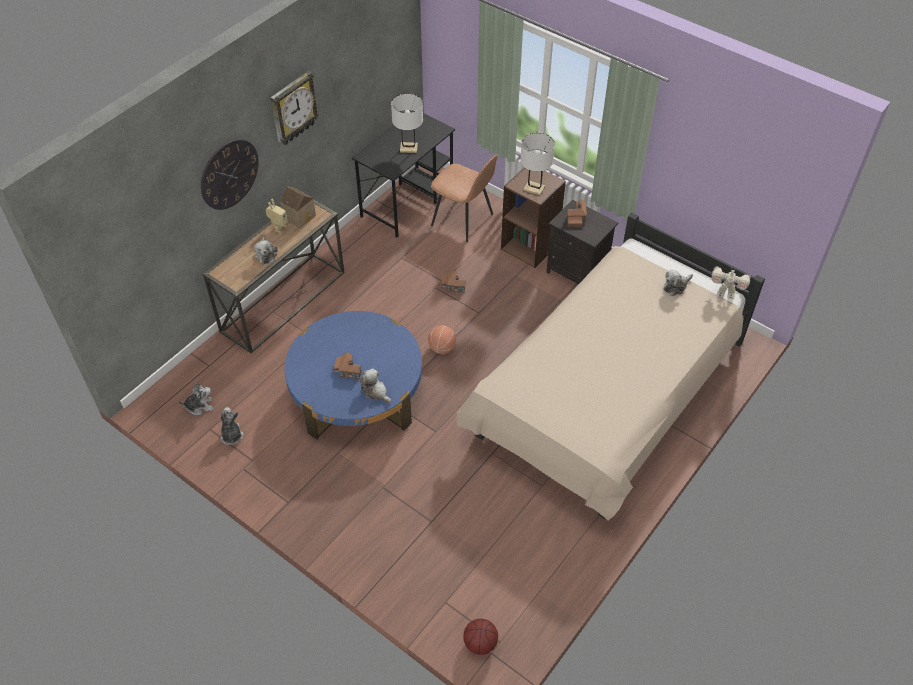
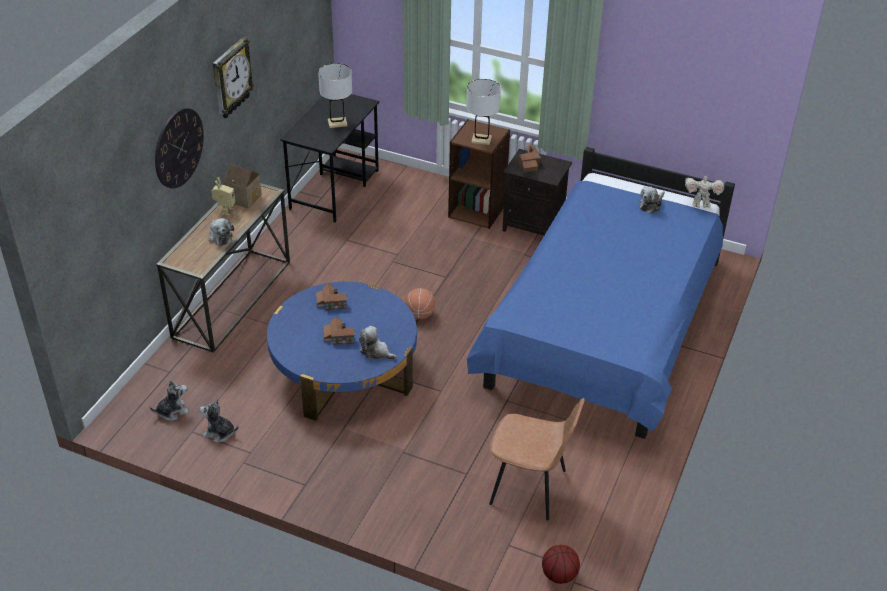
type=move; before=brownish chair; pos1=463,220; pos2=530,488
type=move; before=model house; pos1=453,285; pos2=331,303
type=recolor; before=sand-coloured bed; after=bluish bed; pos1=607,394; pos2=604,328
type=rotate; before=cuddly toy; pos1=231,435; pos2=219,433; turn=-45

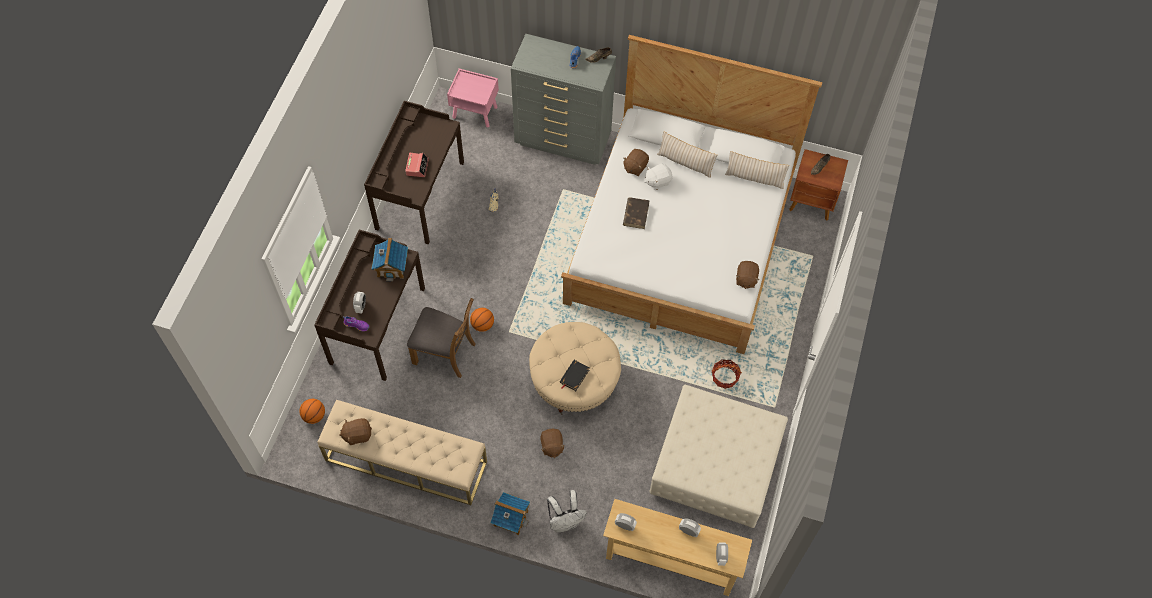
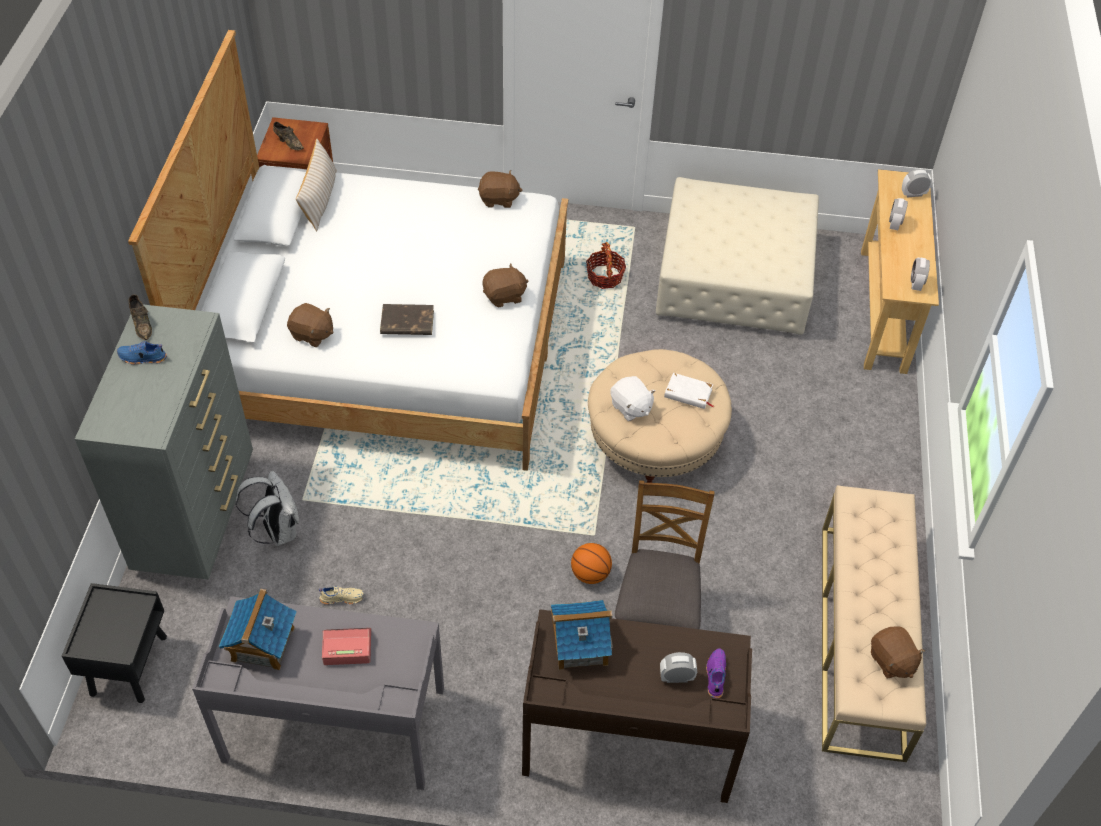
type=delete; before=basketball; pos1=314,416
type=delete; before=sand-coloured throw pillow; pos1=685,162
type=move; before=model house; pos1=511,517; pos2=262,644
type=move; before=brownish cuddly toy; pos1=551,446; pos2=504,296
type=move; before=white-coloured backpack; pos1=565,521; pos2=277,531
type=move; before=white-coloured cuddly toy; pos1=657,181; pos2=630,407
type=recolor; before=brownish desk unit; after=grey desk unit; pos1=419,195; pos2=334,726
type=recolor; before=pink-coloured bedside table; after=black-coloured bedside table; pos1=475,112; pos2=129,664
type=recolor; before=black-coloured volume; after=white-coloured volume; pos1=574,376; pos2=688,393

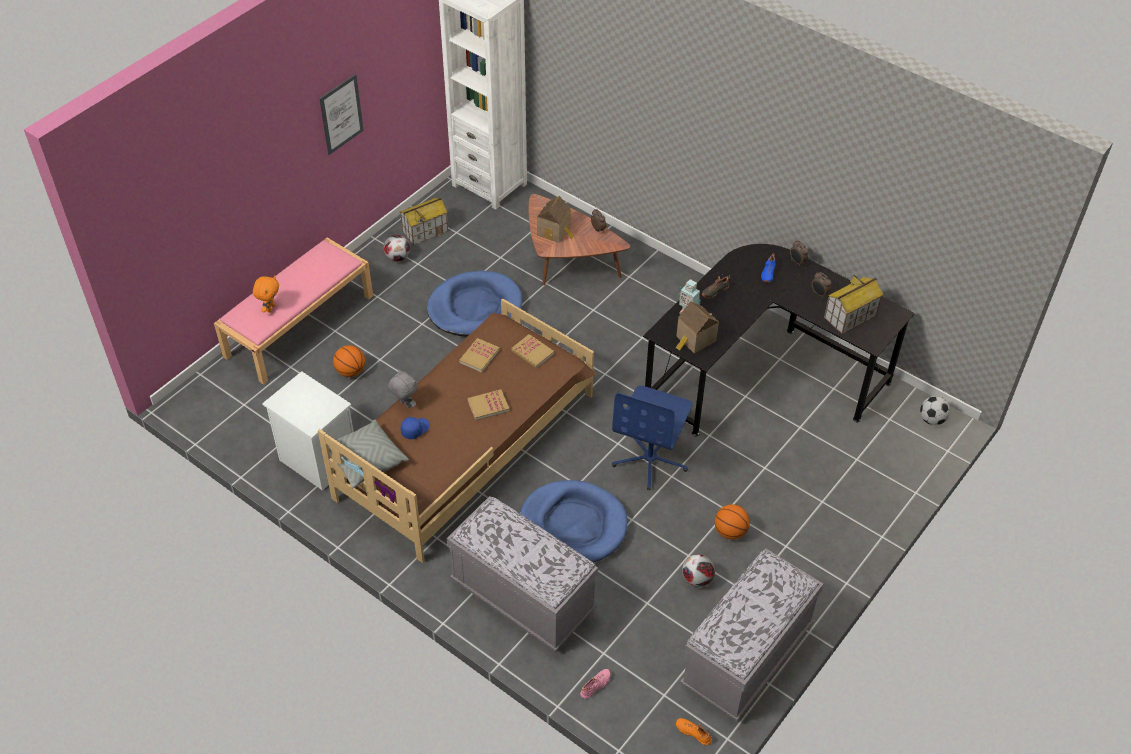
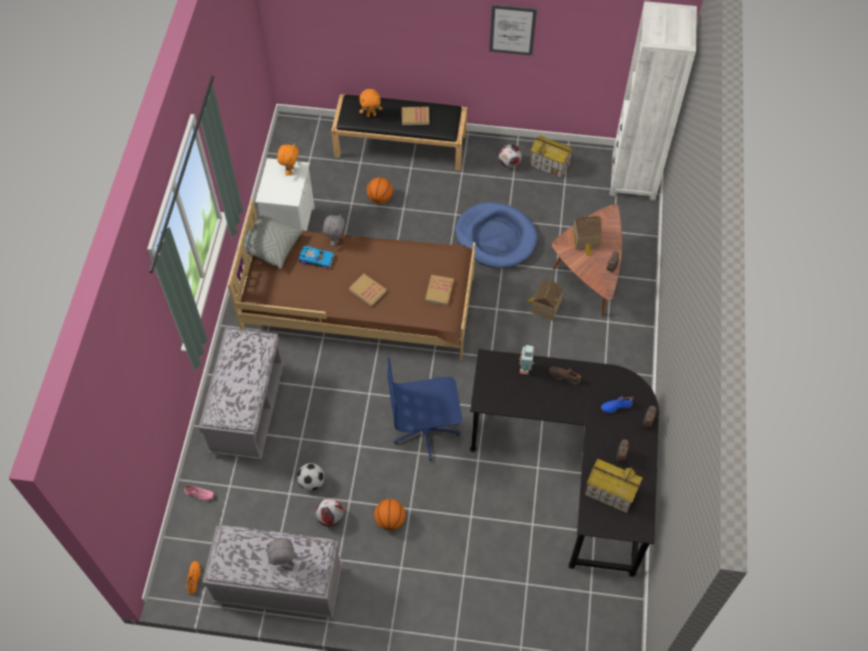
type=delete; before=bluish dog bed; pos1=573,525
type=insert; after=grey cuddly toy; pos2=283,562
type=insert; after=orange cuddly toy; pos2=290,170
type=move; before=volume; pos1=479,356; pos2=415,117
type=move; before=model house; pos1=694,340; pos2=544,307
type=move; before=football ball; pos1=932,420; pos2=311,482
type=replace; before=bluish cap; after=model car; pos1=415,429; pos2=317,258
type=recolor; before=pink-coloured bench; after=black-coloured bench; pos1=299,325; pos2=401,145

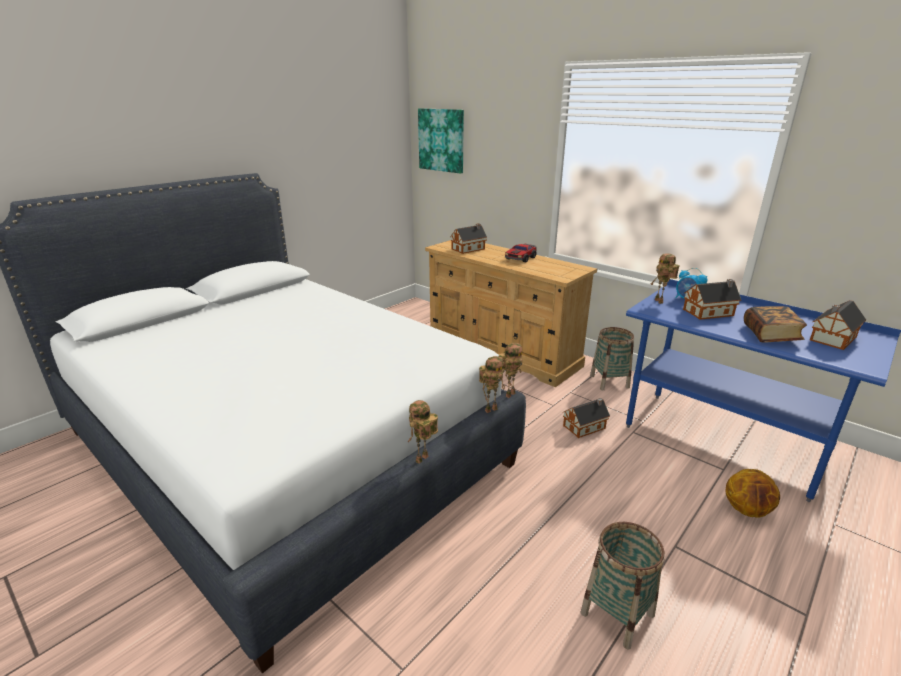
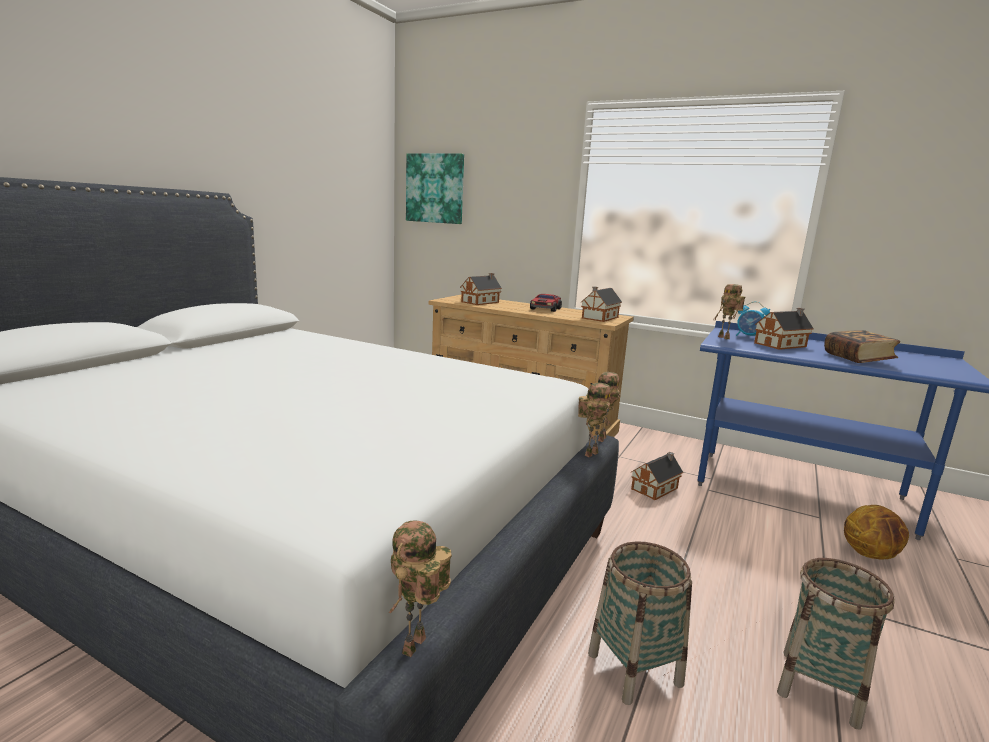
type=move; before=toy robot; pos1=422,460; pos2=416,648
type=move; before=household basket; pos1=609,381; pos2=634,669
type=move; before=model house; pos1=831,339; pos2=599,318

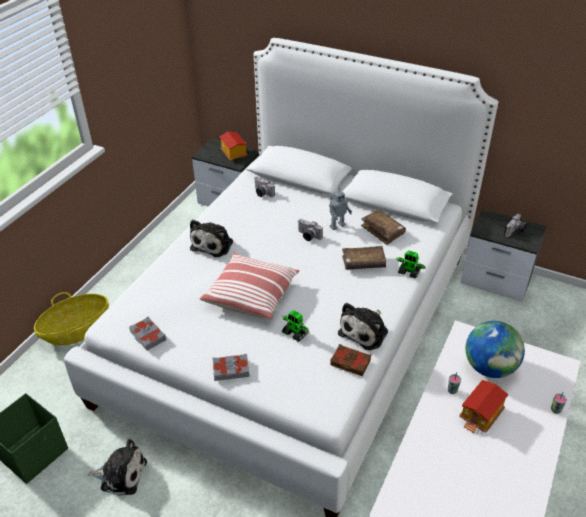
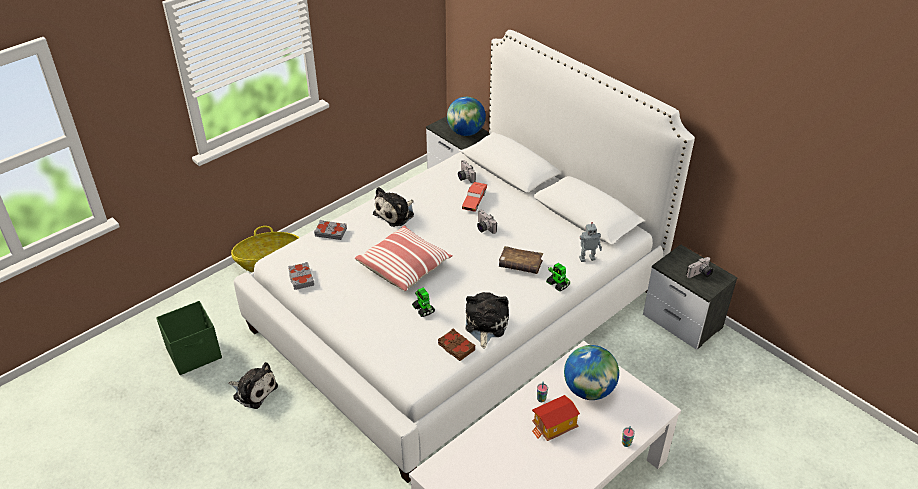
type=delete; before=brownish volume; pos1=382,230
type=insert; after=red-coloured model car; pos2=474,201
type=move; before=grey volume; pos1=231,369; pos2=331,232
type=move; before=toy robot; pos1=337,225; pos2=587,258
type=replace; before=model house; after=desk globe; pos1=233,154; pos2=466,132
type=rotate; before=cuddly toy; pos1=365,331; pos2=485,325; turn=135

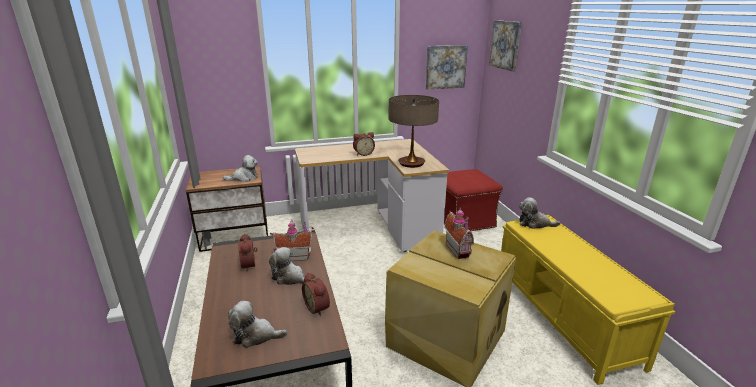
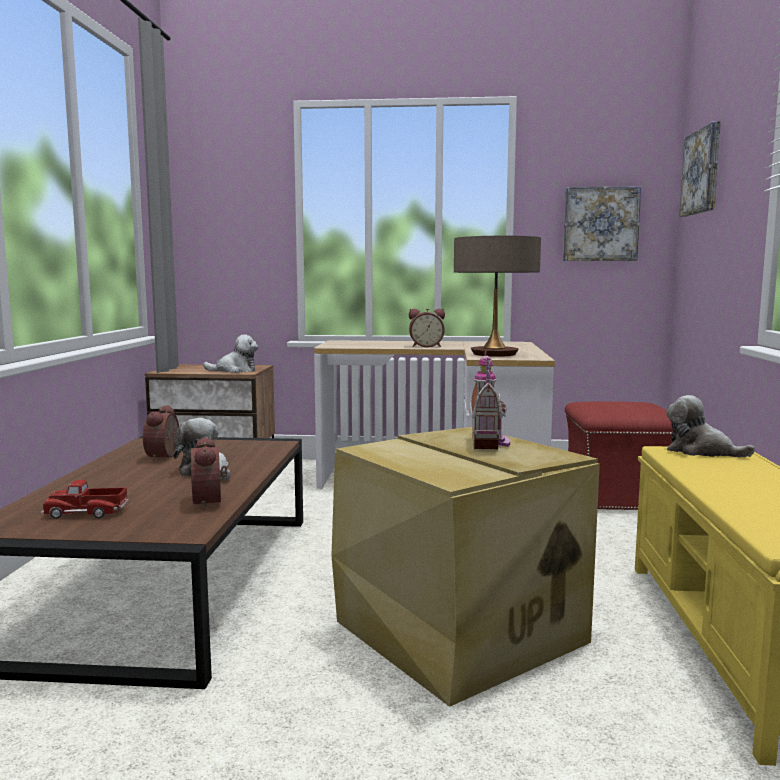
type=delete; before=model house; pos1=295,256
type=replace; before=cuddly toy; after=toy truck; pos1=255,335; pos2=86,513

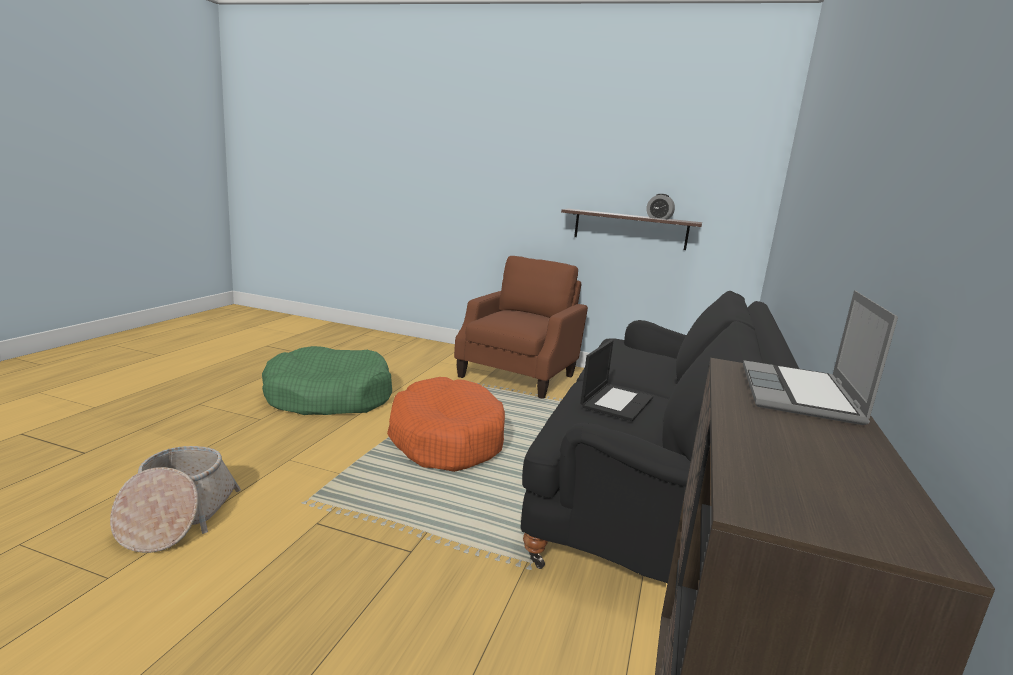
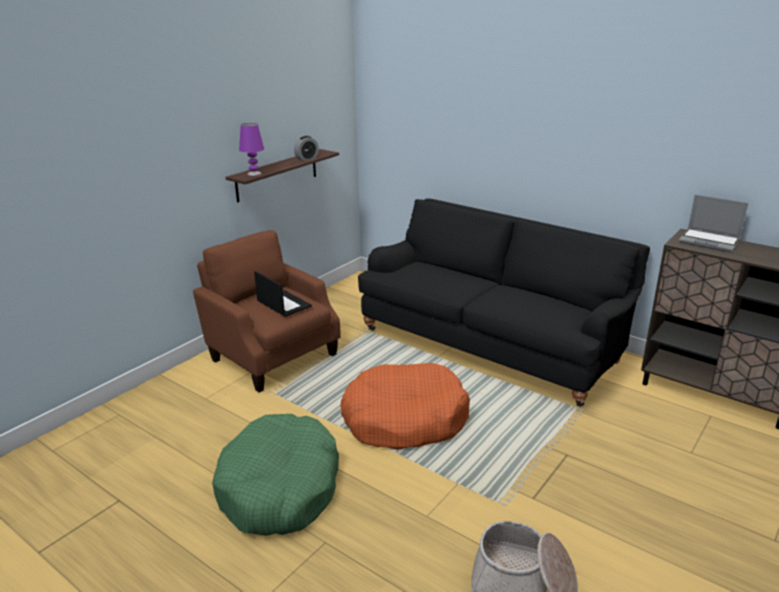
type=insert; after=purple-coloured table lamp; pos2=254,174
type=move; before=laptop; pos1=616,402; pos2=283,304

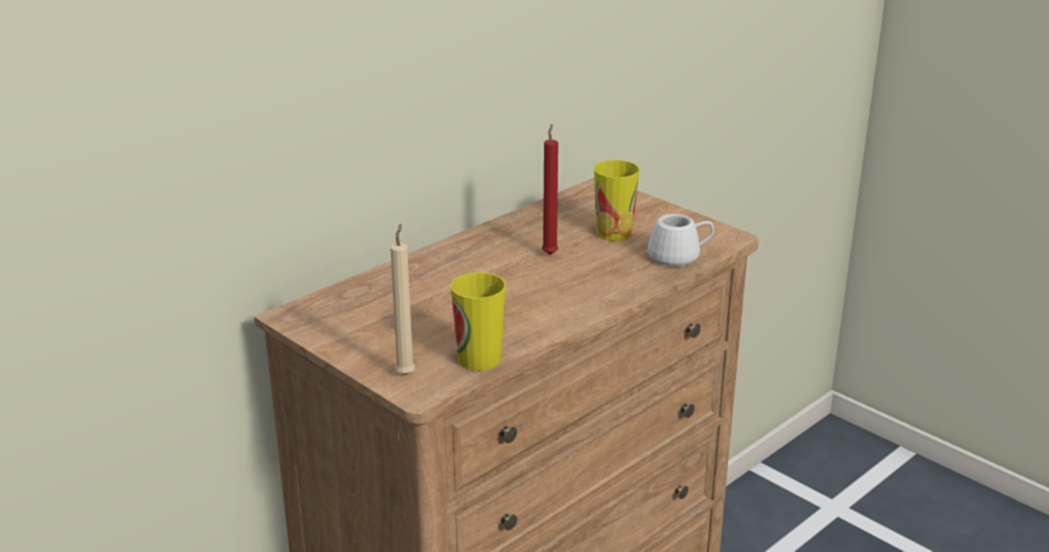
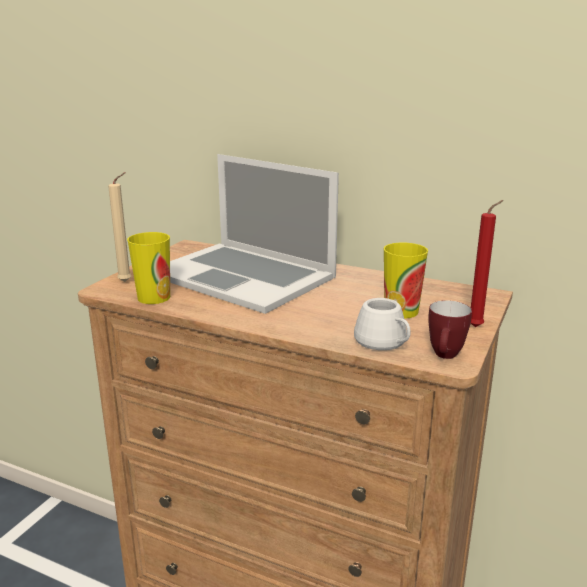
type=insert; after=laptop; pos2=243,276
type=insert; after=tea mug; pos2=445,357
type=move; before=red-coloured wax candle; pos1=550,253; pos2=477,327

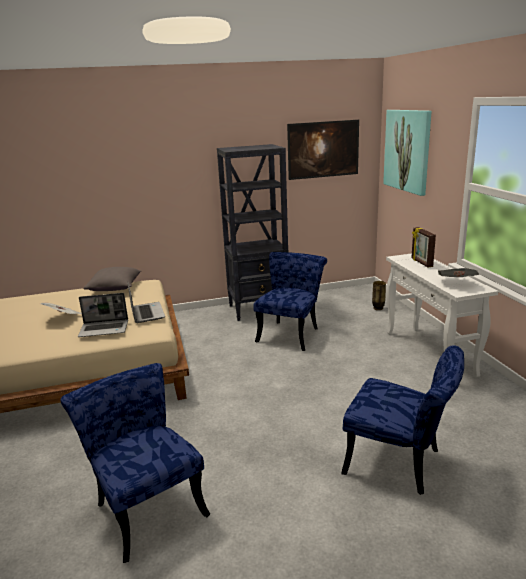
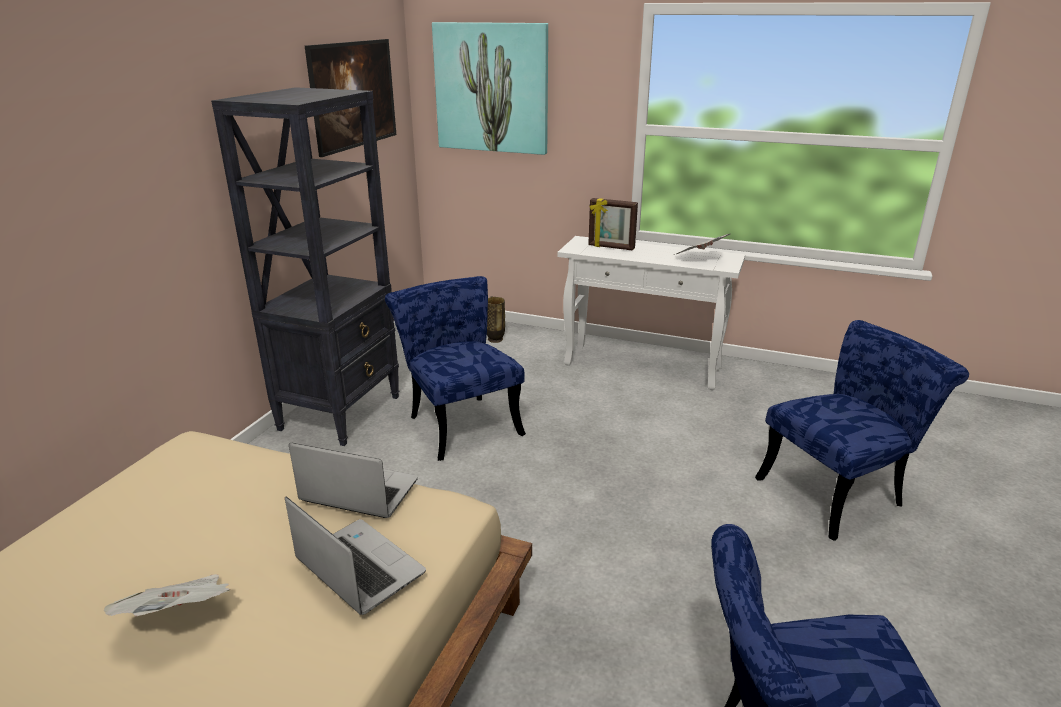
type=delete; before=grey throw pillow; pos1=115,288
type=rotate; before=laptop; pos1=104,329; pos2=357,568; turn=-75

